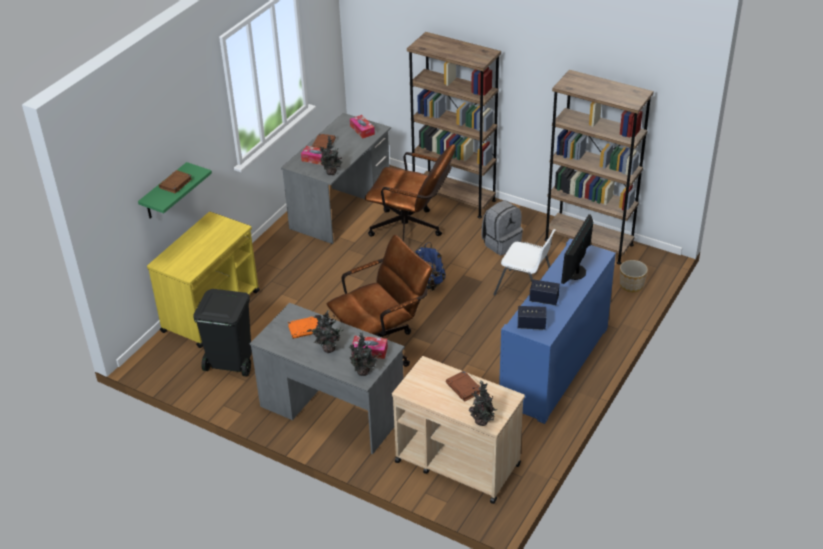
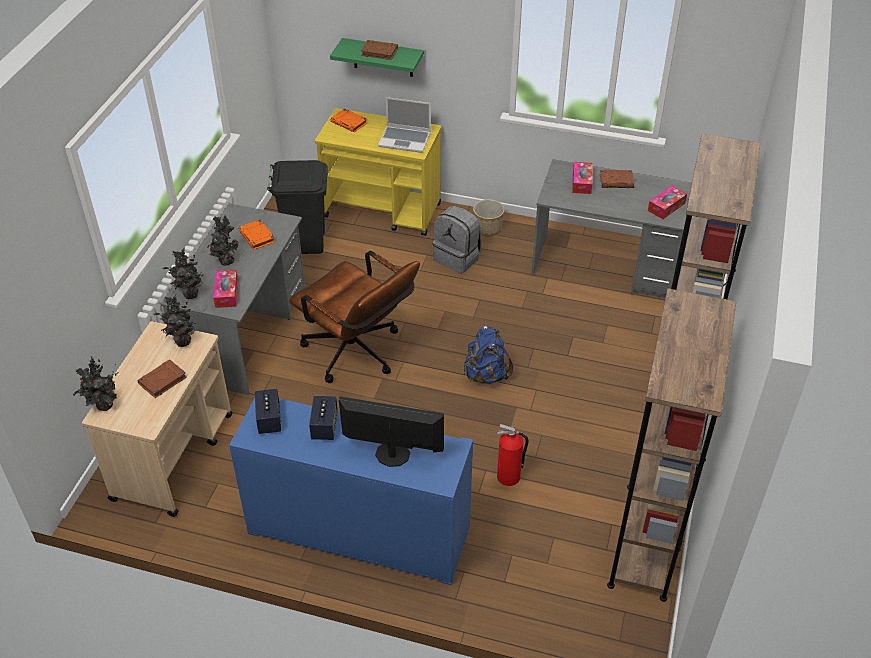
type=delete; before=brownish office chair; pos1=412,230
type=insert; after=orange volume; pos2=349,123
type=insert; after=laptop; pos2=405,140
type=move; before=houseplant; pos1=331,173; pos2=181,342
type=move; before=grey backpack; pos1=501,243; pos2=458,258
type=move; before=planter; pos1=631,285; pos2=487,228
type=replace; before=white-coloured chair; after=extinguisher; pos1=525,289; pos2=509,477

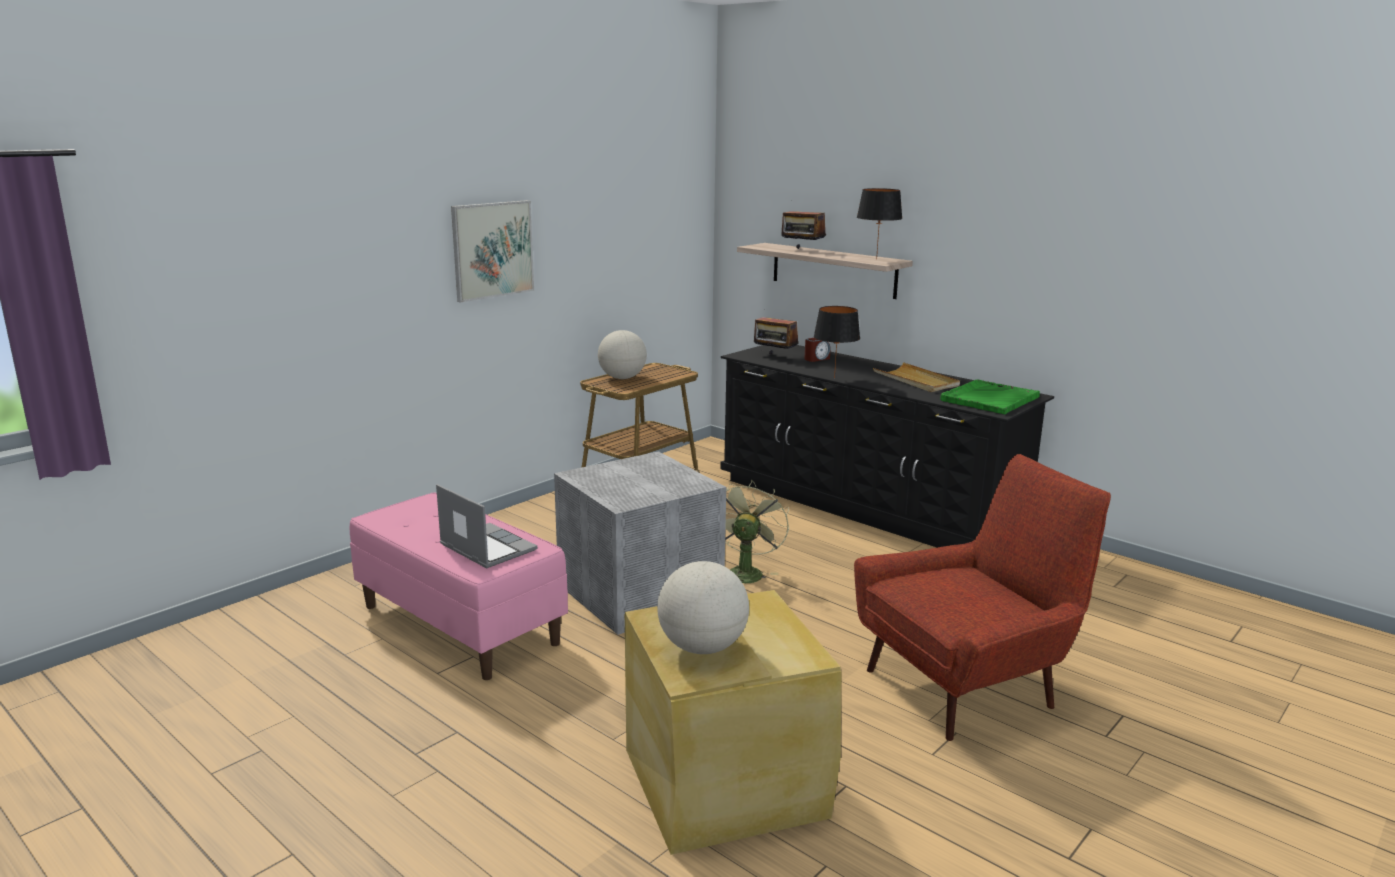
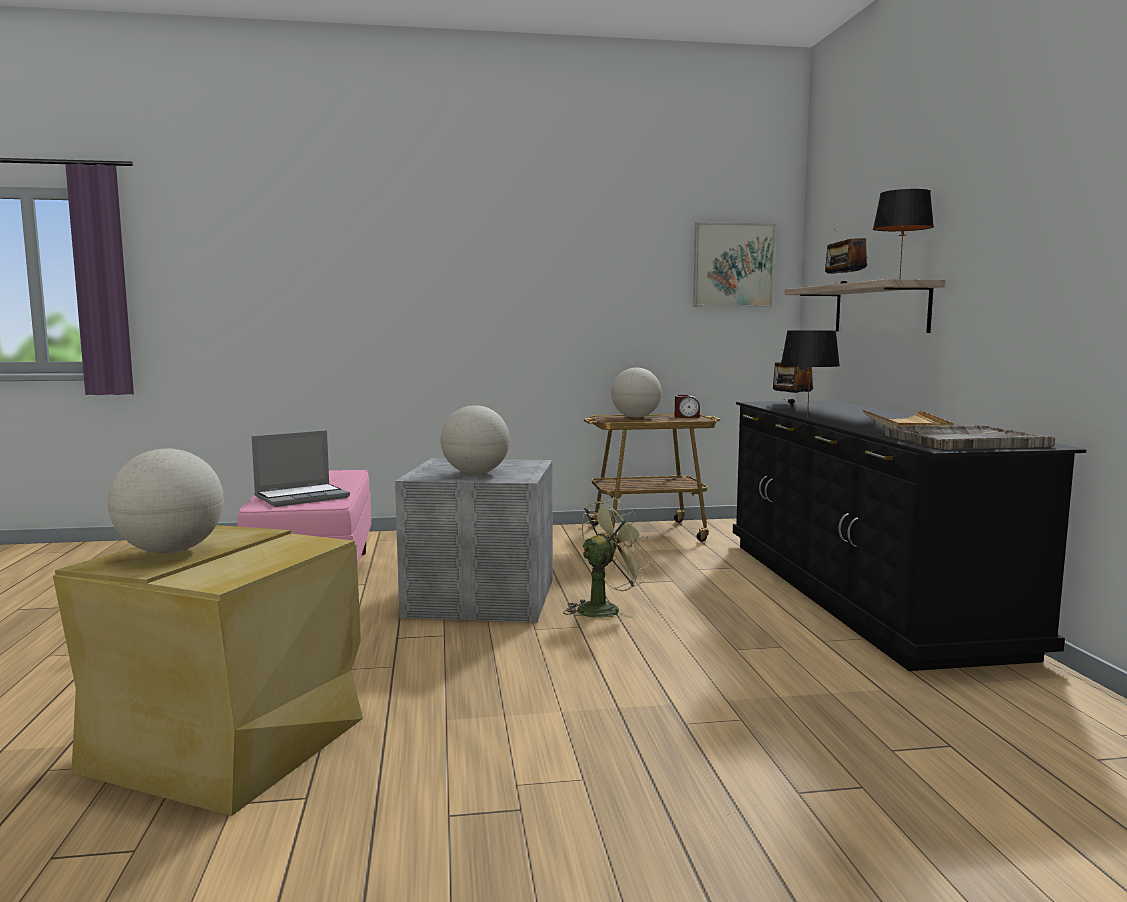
type=delete; before=red-coloured lounge chair; pos1=968,685
type=insert; after=desk globe; pos2=475,473
type=move; before=picture; pos1=492,250; pos2=733,265
type=move; before=bedside clock; pos1=816,359; pos2=686,417
type=recolor; before=greenish carrying tray; after=grey carrying tray; pos1=989,399; pos2=963,441
type=rotate; before=laptop; pos1=486,548; pos2=303,497; turn=60

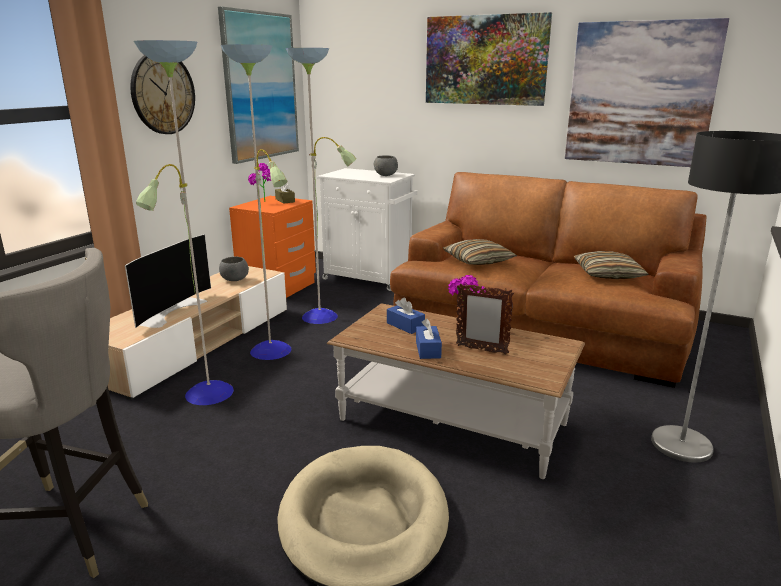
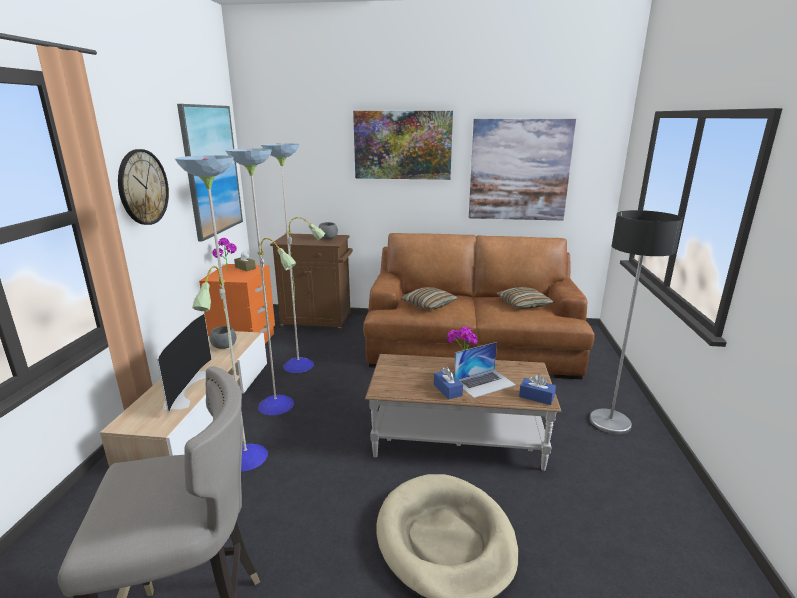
type=move; before=bluish box of tissues; pos1=405,326; pos2=536,397
type=replace; before=standing frame; after=laptop; pos1=481,350; pos2=484,383
type=recolor; before=white-coloured cabinet; after=brownish cabinet; pos1=369,278; pos2=318,322

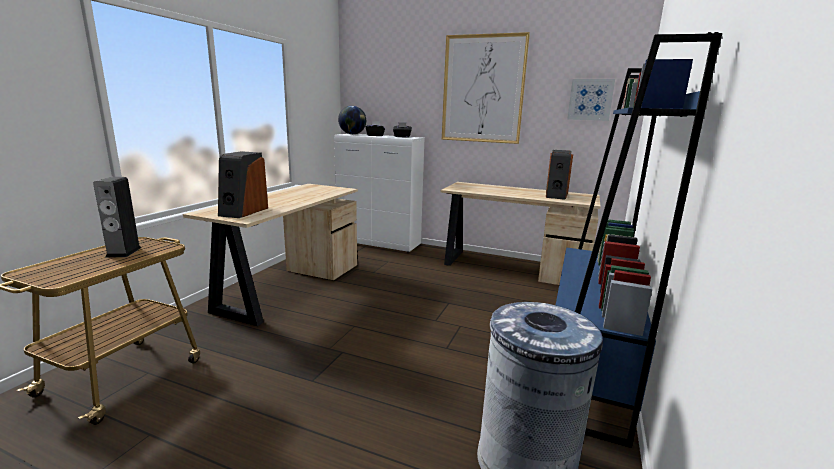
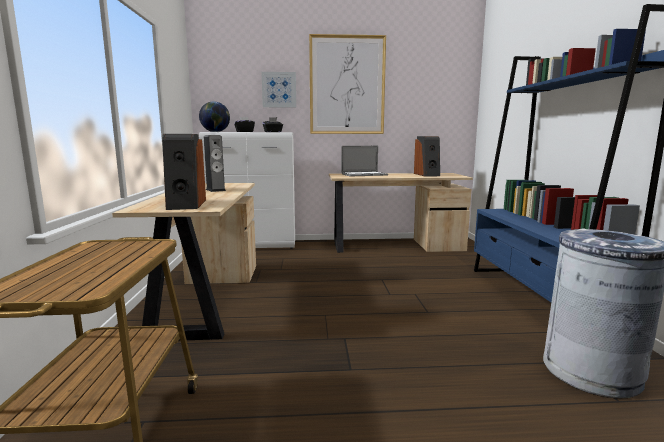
type=insert; after=laptop; pos2=364,174
type=move; before=loudspeaker; pos1=124,252; pos2=215,190
type=move; before=picture; pos1=590,99; pos2=279,90

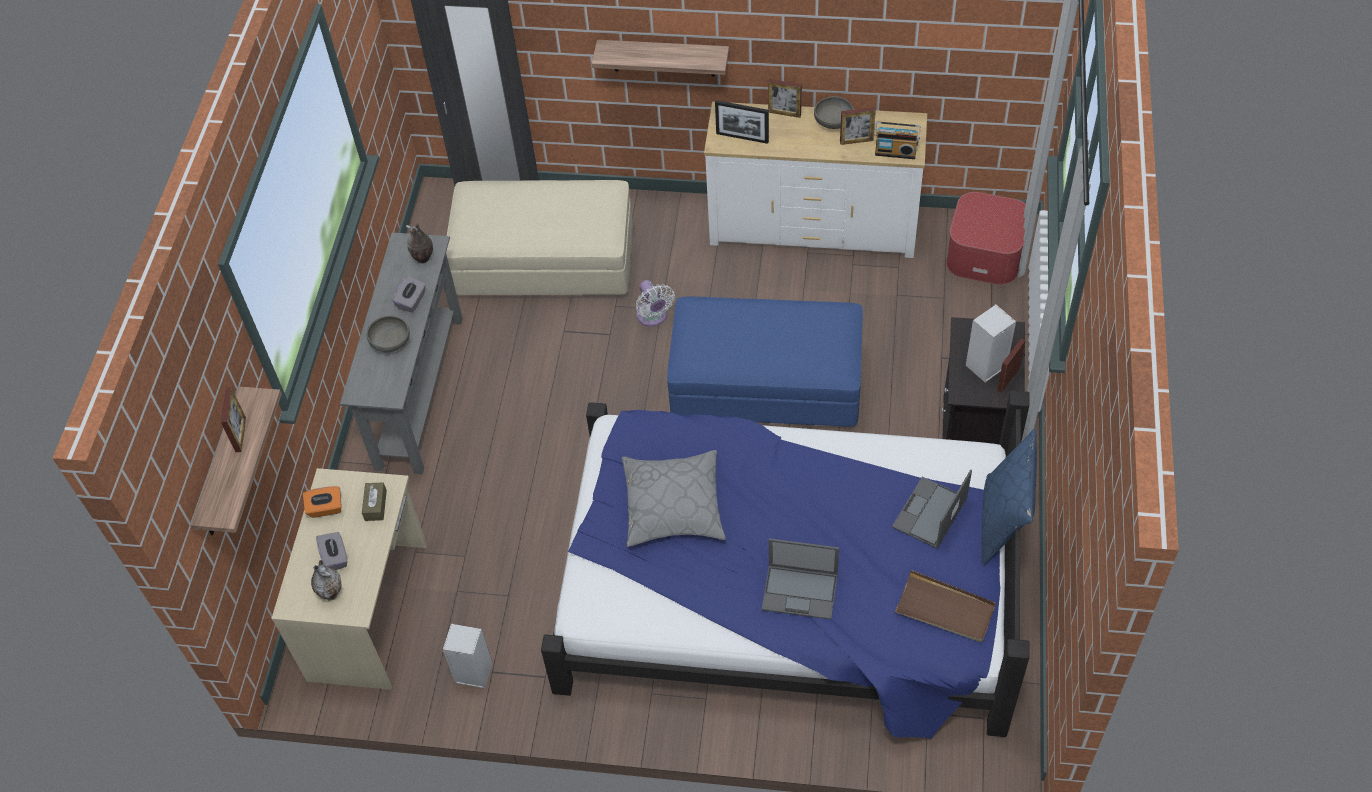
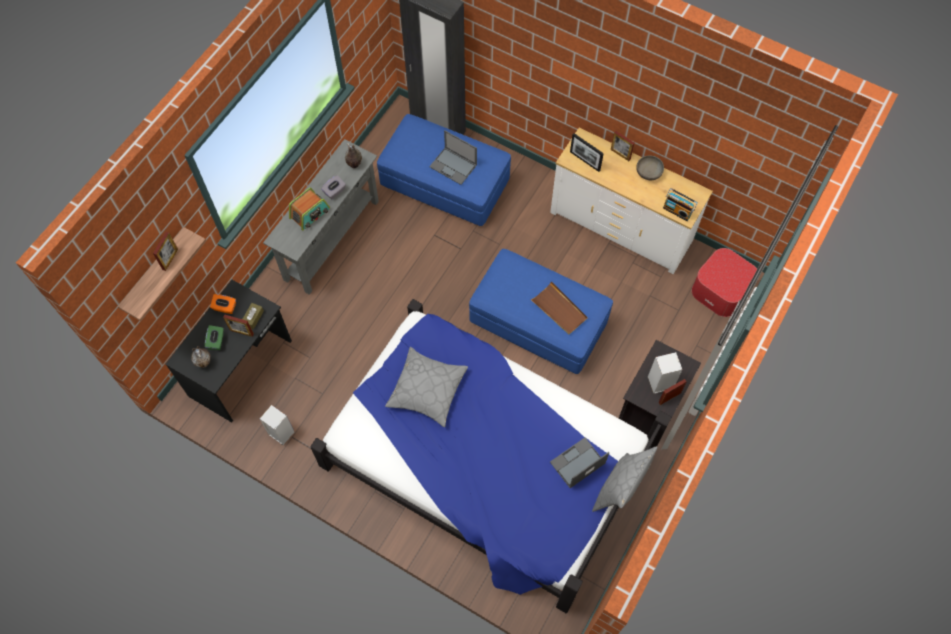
type=delete; before=shelf; pos1=663,57
type=delete; before=white-coloured electric fan; pos1=653,317
type=move; before=laptop; pos1=801,591; pos2=453,166
type=move; before=standing frame; pos1=856,141; pos2=241,332
type=move; before=brownish carrying tray; pos1=945,609; pos2=559,309
type=replace; before=grey bowl; after=radio receiver; pos1=390,342; pos2=310,213
type=recolor; before=sand-coloured desk unit; after=black-coloured desk unit; pos1=370,611; pos2=242,368
type=recolor; before=grey box of tissues; after=greenish box of tissues; pos1=335,557; pos2=216,341
type=recolor; before=sand-coloured pouffe; after=bluish pouffe; pos1=545,261; pos2=445,183
type=recolor; before=bluish throw pillow; after=grey throw pillow; pos1=1003,521; pos2=620,488

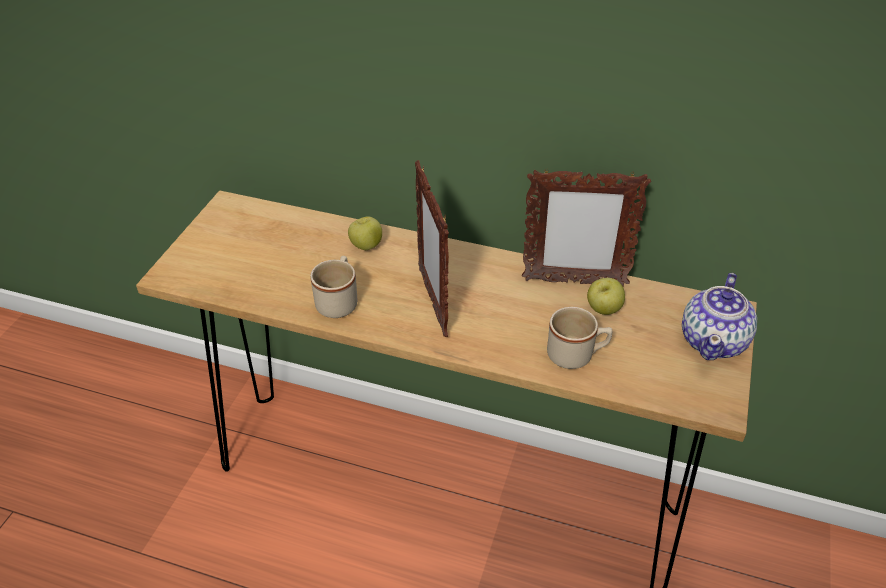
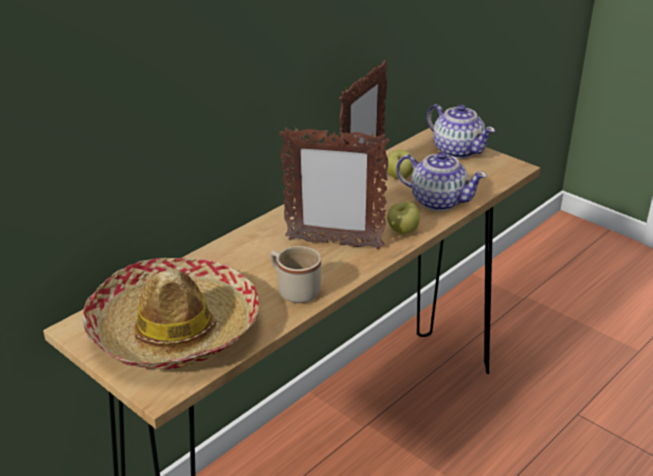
type=insert; after=hat; pos2=174,329
type=move; before=apple fruit; pos1=366,246; pos2=403,231
type=replace; before=sand-coloured tea mug; after=pot for tea; pos1=576,355; pos2=437,201

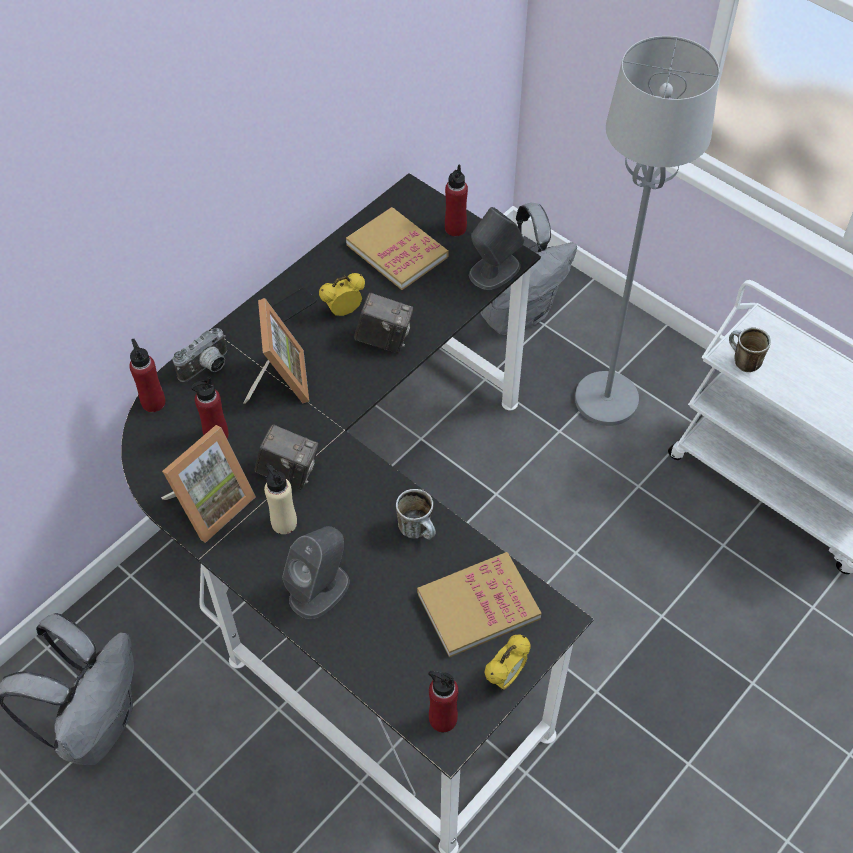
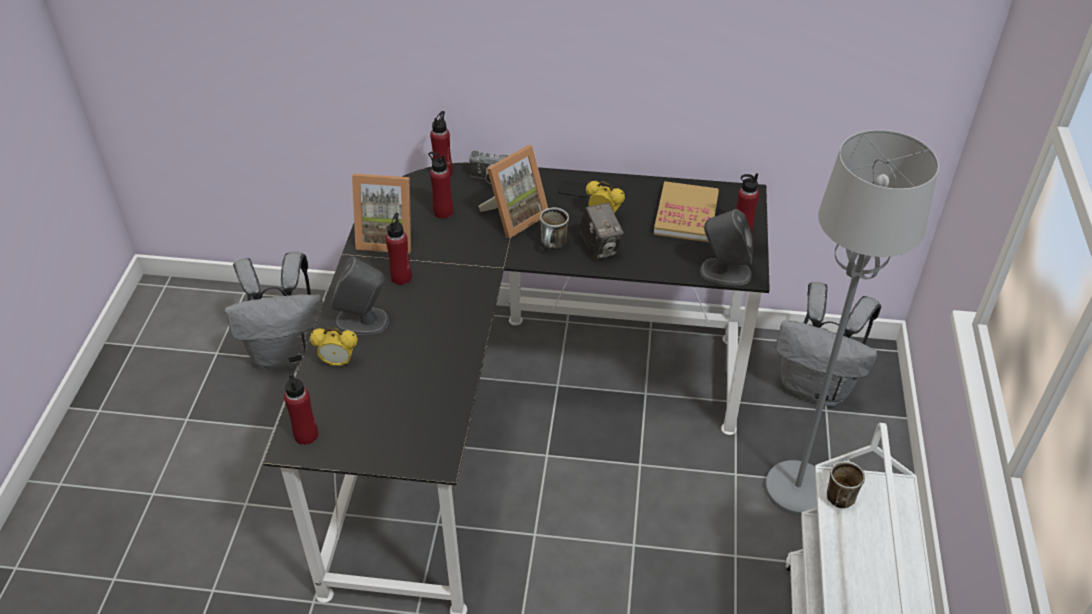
type=delete; before=photo camera; pos1=288,472
type=delete; before=volume; pos1=478,606
type=move; before=tea mug; pos1=419,531; pos2=553,246
type=move; before=bedside clock; pos1=505,677; pos2=338,362
type=recolor; before=sand-coloured bottle; after=red-coloured bottle; pos1=284,523; pos2=401,277

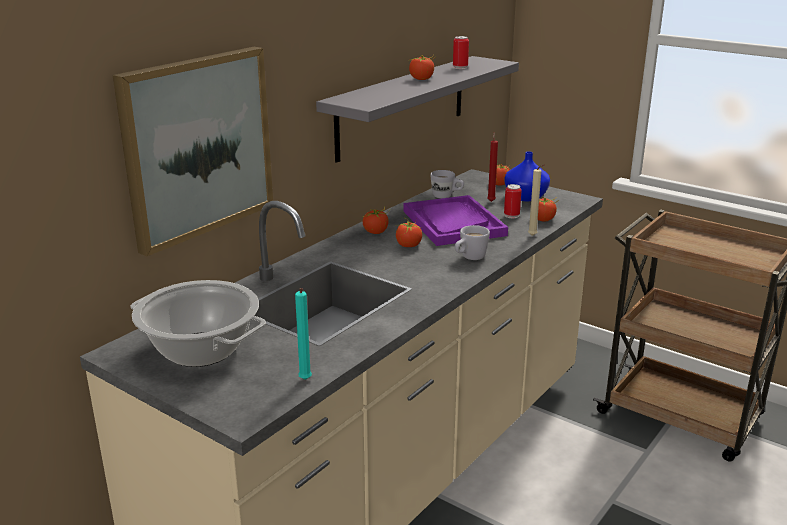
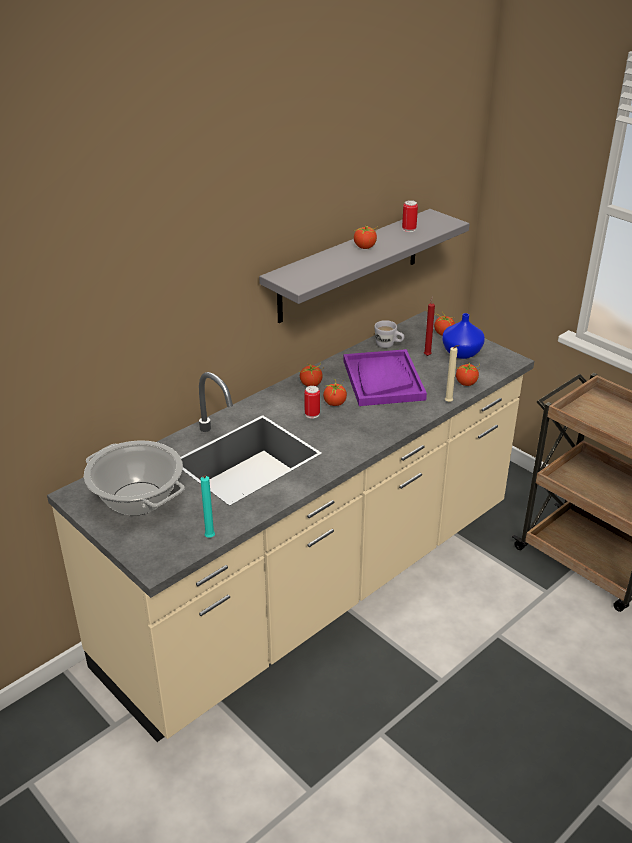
type=delete; before=picture; pos1=197,146
type=delete; before=white-coloured tea mug; pos1=469,258
type=move; before=can; pos1=511,215; pos2=312,414

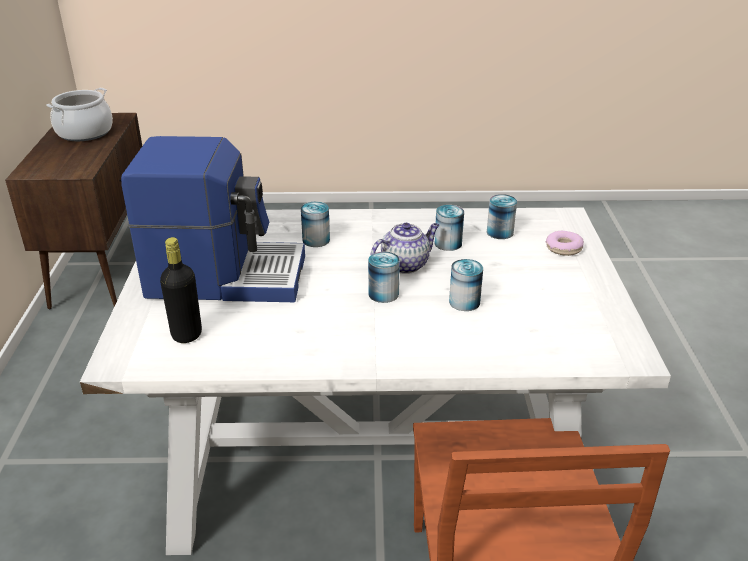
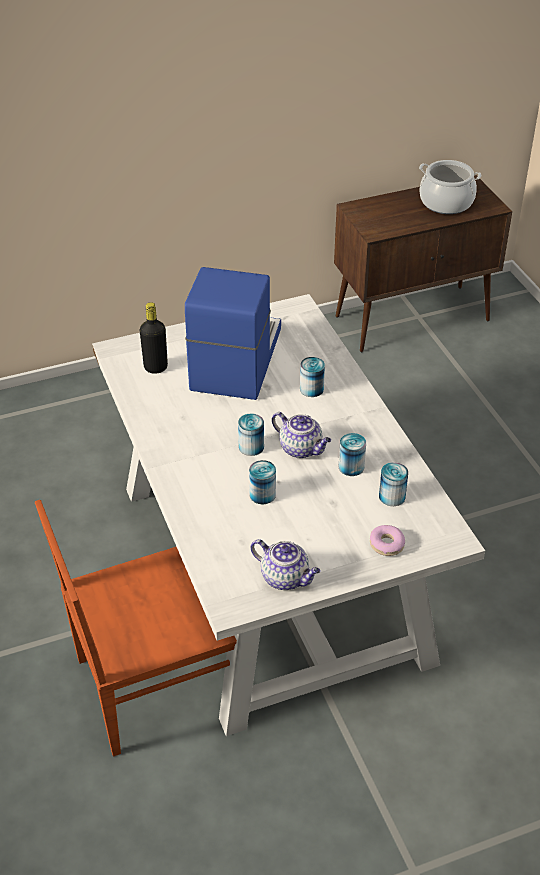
type=insert; after=pot for tea; pos2=286,578
type=rotate; before=coffee maker; pos1=225,275; pos2=234,360; turn=-150

